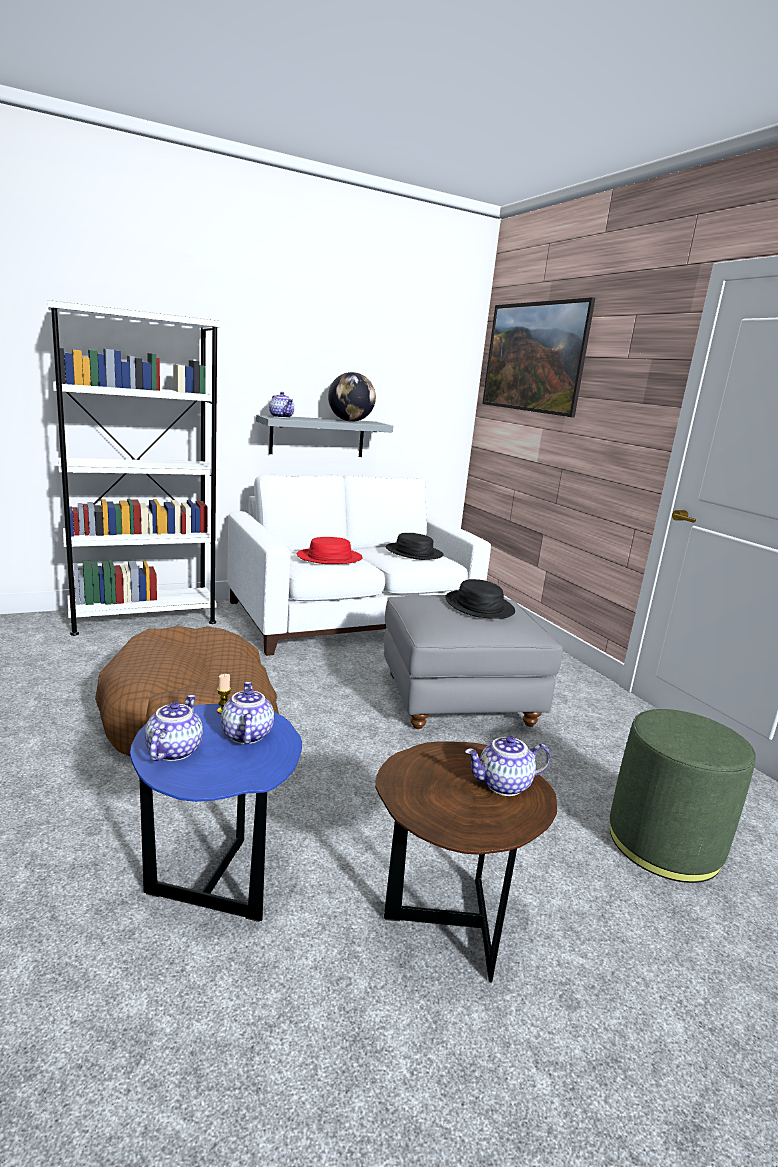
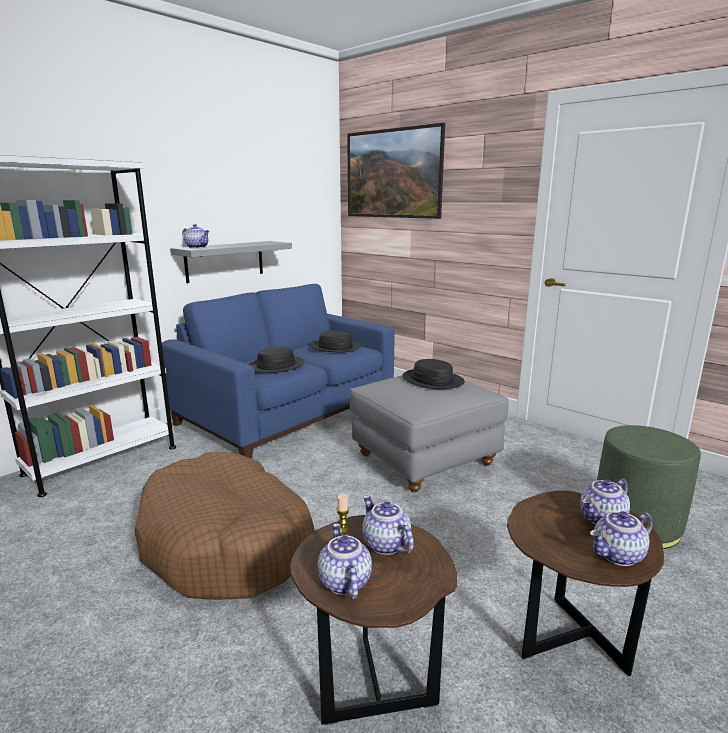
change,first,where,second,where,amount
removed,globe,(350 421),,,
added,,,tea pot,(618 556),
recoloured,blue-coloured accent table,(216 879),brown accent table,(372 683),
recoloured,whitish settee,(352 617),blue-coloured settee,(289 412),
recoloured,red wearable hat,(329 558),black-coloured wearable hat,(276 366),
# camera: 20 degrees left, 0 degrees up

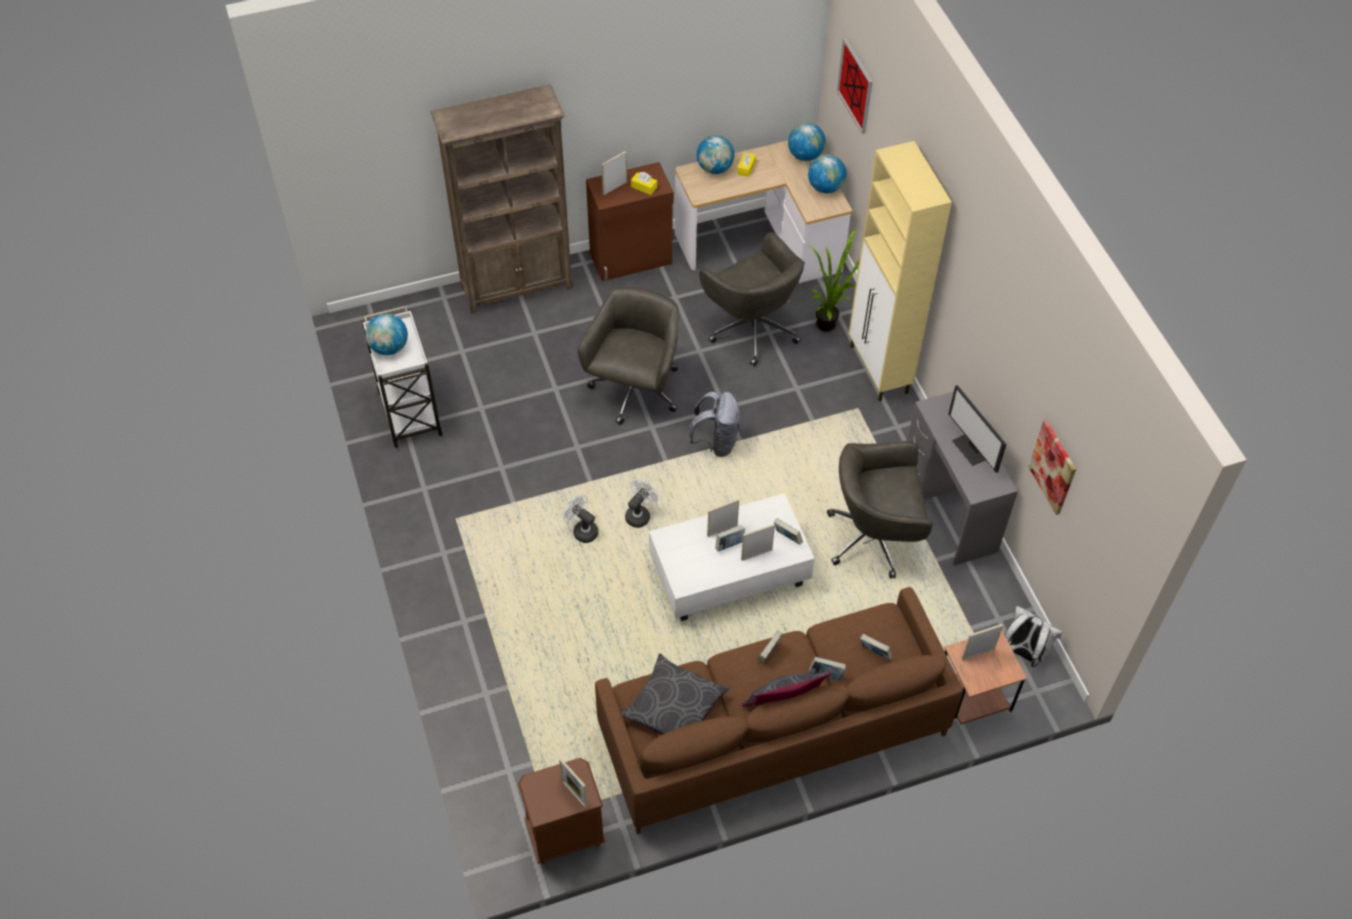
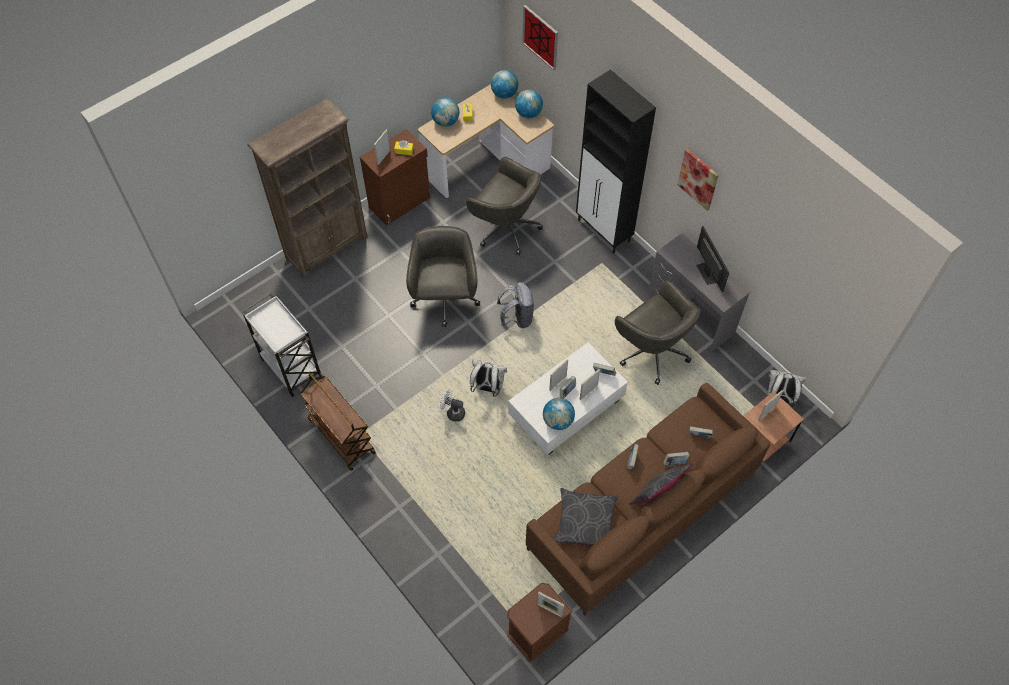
change,first,where,second,where,amount
removed,houseplant,(830 323),,,
added,,,brown cart,(341 436),
moved,globe,(389 347),,(558 421),
moved,picture,(1053 467),,(698 179),
replaced,whitish electric fan,(640 514),whitish knapsack,(487 387),
recoloured,beige-coloured cupboard,(879 370),black-coloured cupboard,(604 231),
turned,grey desk chair,(875 537),,(652 350),105 degrees counterclockwise
turned,computer display,(972 449),,(707 272),150 degrees counterclockwise
# camera: 20 degrees left, 5 degrees up

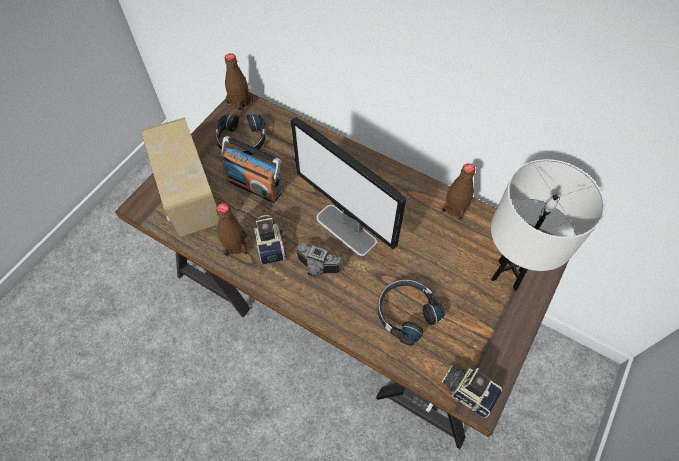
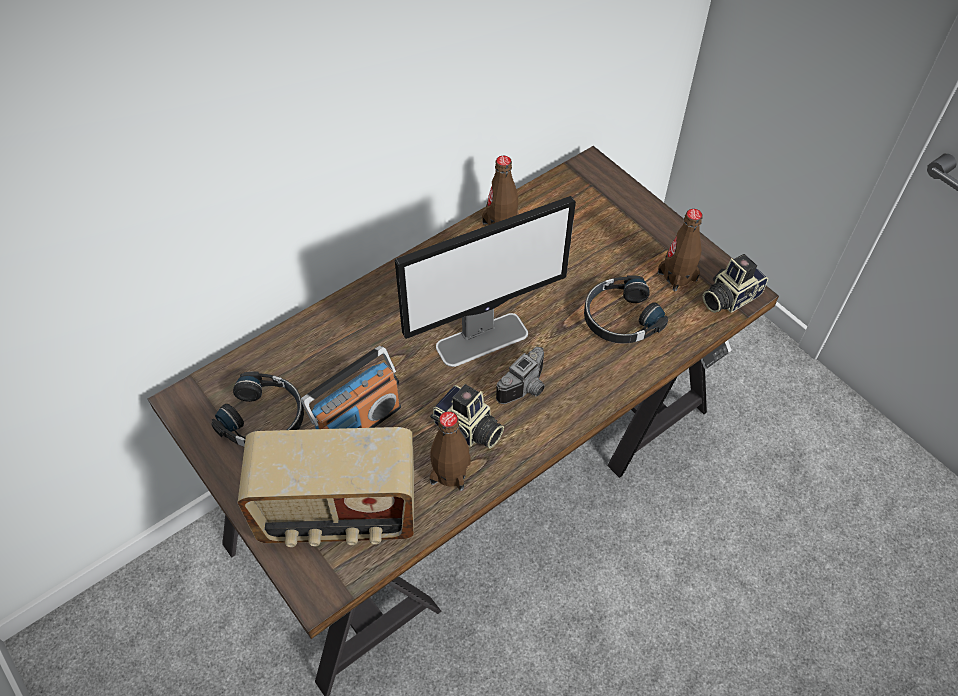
change,first,where,second,where,amount
removed,whitish tabletop lamp,(507 274),,,
moved,brown drink bottle,(240 102),,(677 276),
turned,still camera,(271 244),,(467 429),150 degrees counterclockwise
# camera: 70 degrees left, 5 degrees down

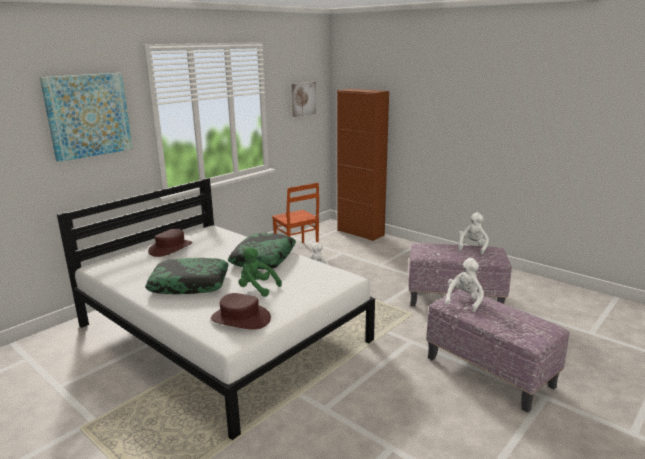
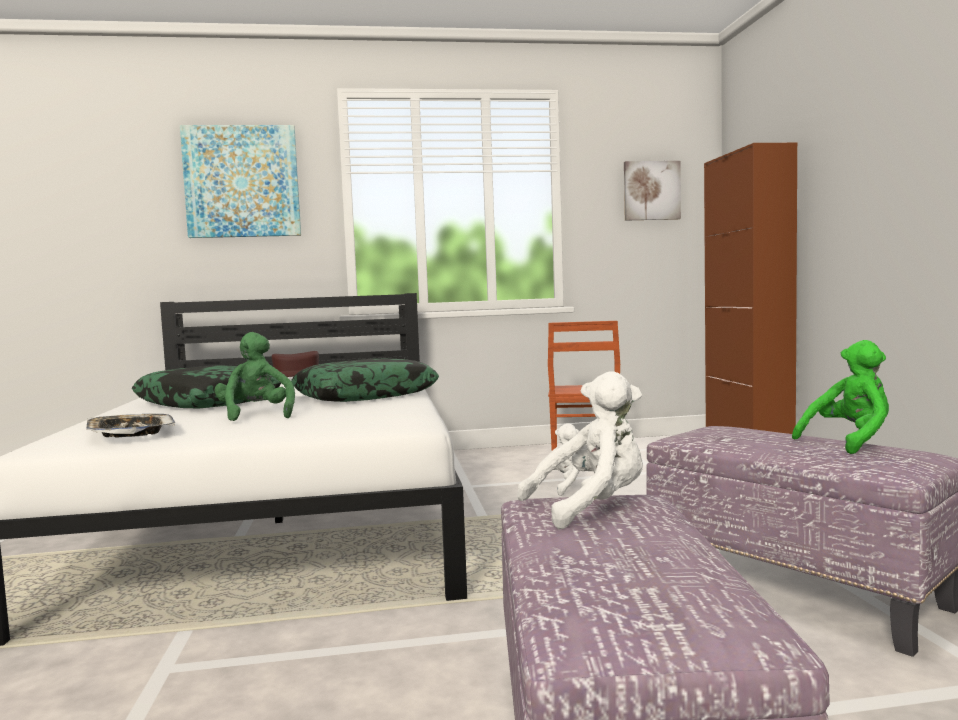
change,first,where,second,where,amount
replaced,brown wearable hat,(240 319),carrying tray,(130 432),
recoloured,whitish soft toy,(472 247),greenish soft toy,(850 442),
# camera: 40 degrees right, 15 degrees down

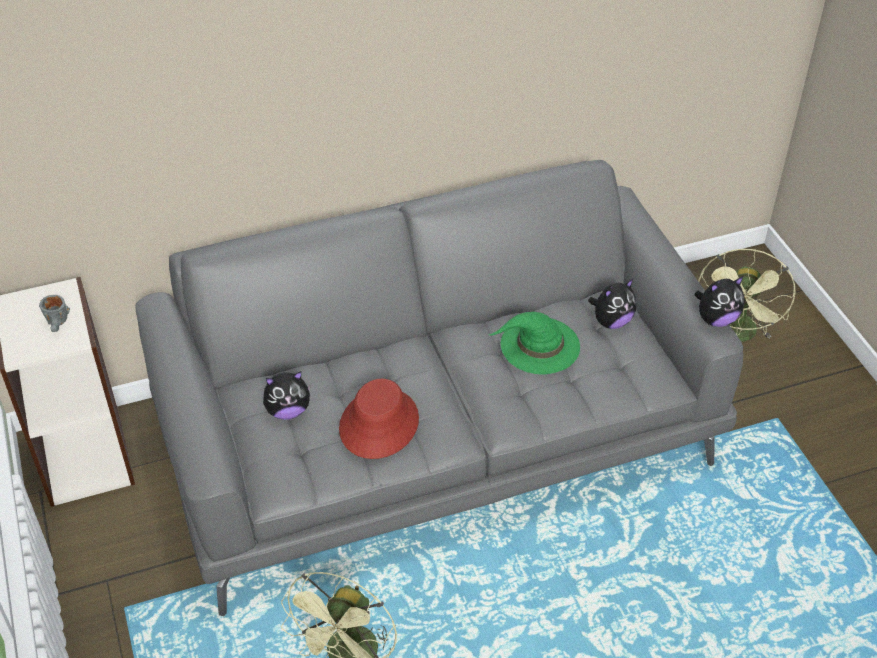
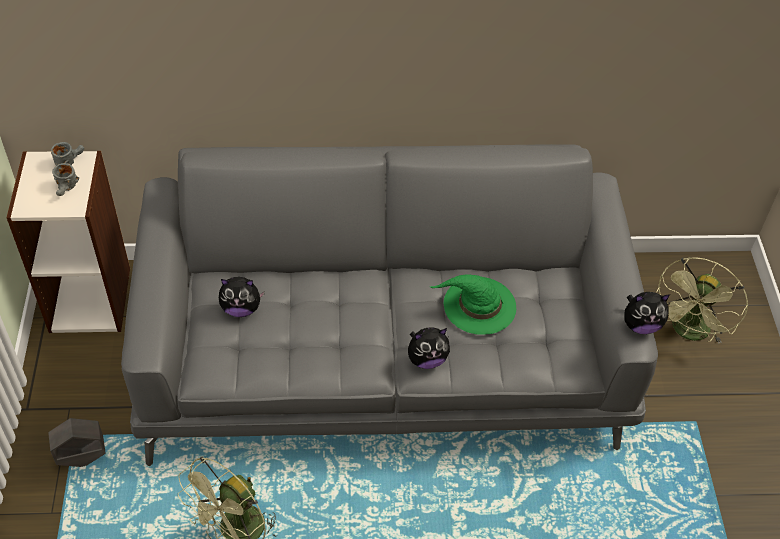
change,first,where,second,where,amount
removed,red wearable hat,(378 424),,,
added,,,grey plant pot,(82 457),
added,,,grey coffee mug,(70 160),
moved,soft toy,(611 321),,(427 359),
# camera: 15 degrees right, 5 degrees up

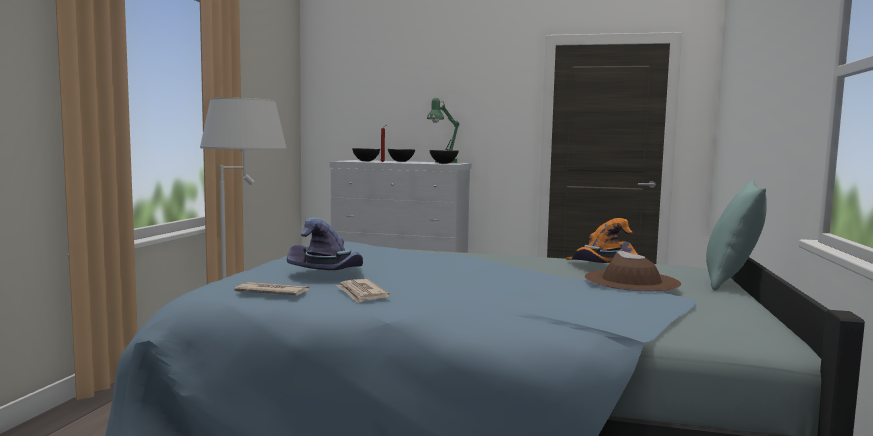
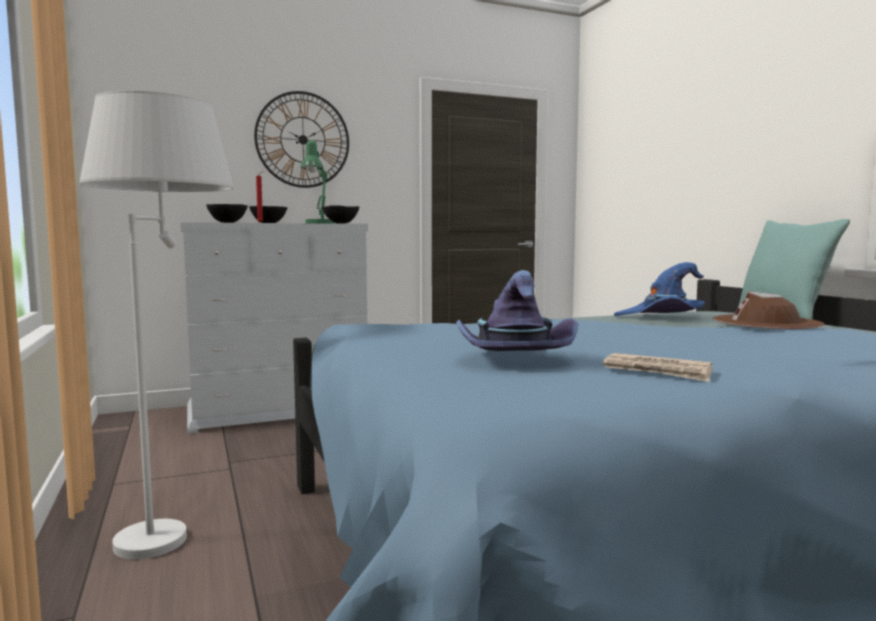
change,first,where,second,where,amount
removed,newspaper,(272 292),,,
added,,,wall clock,(303 140),
recoloured,orange-coloured wearable hat,(601 266),blue-coloured wearable hat,(662 317),
# camera: 35 degrees left, 0 degrees up

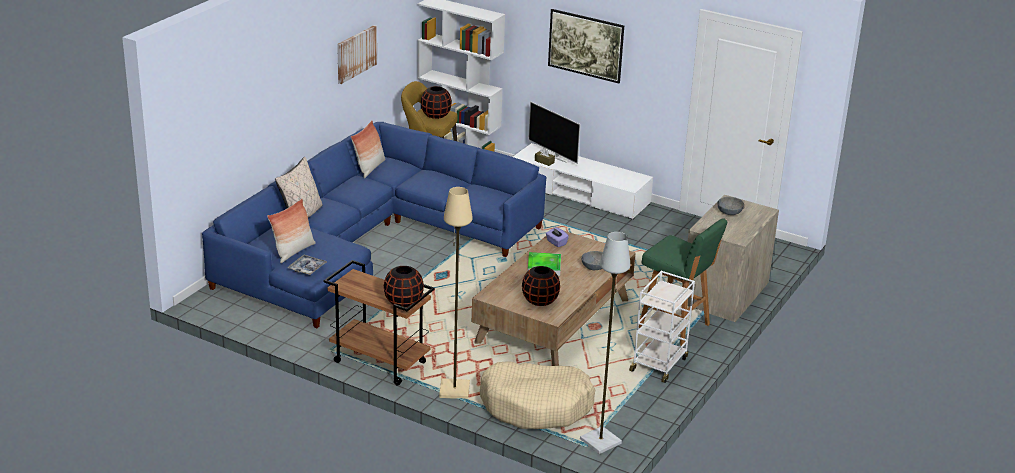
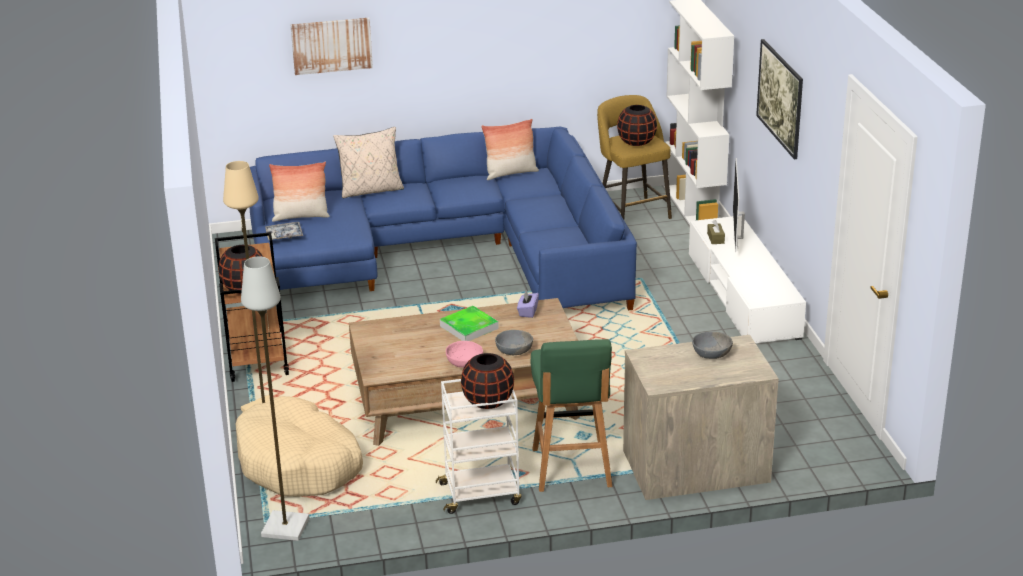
change,first,where,second,where,amount
added,,,pink serving bowl,(464 363),
moved,picture,(356 53),,(331 45),
moved,black-coloured decorative vase,(540 301),,(488 401),
# camera: 50 degrees right, 0 degrees up

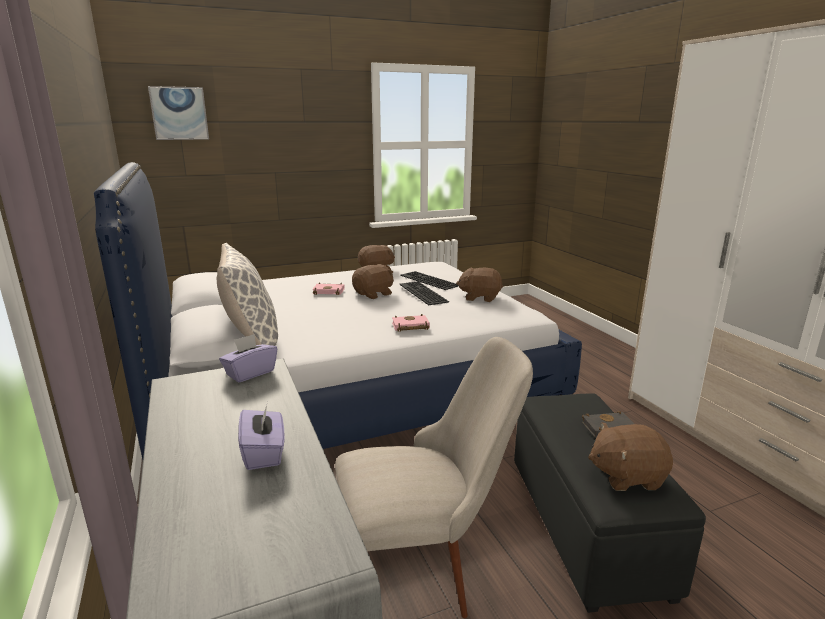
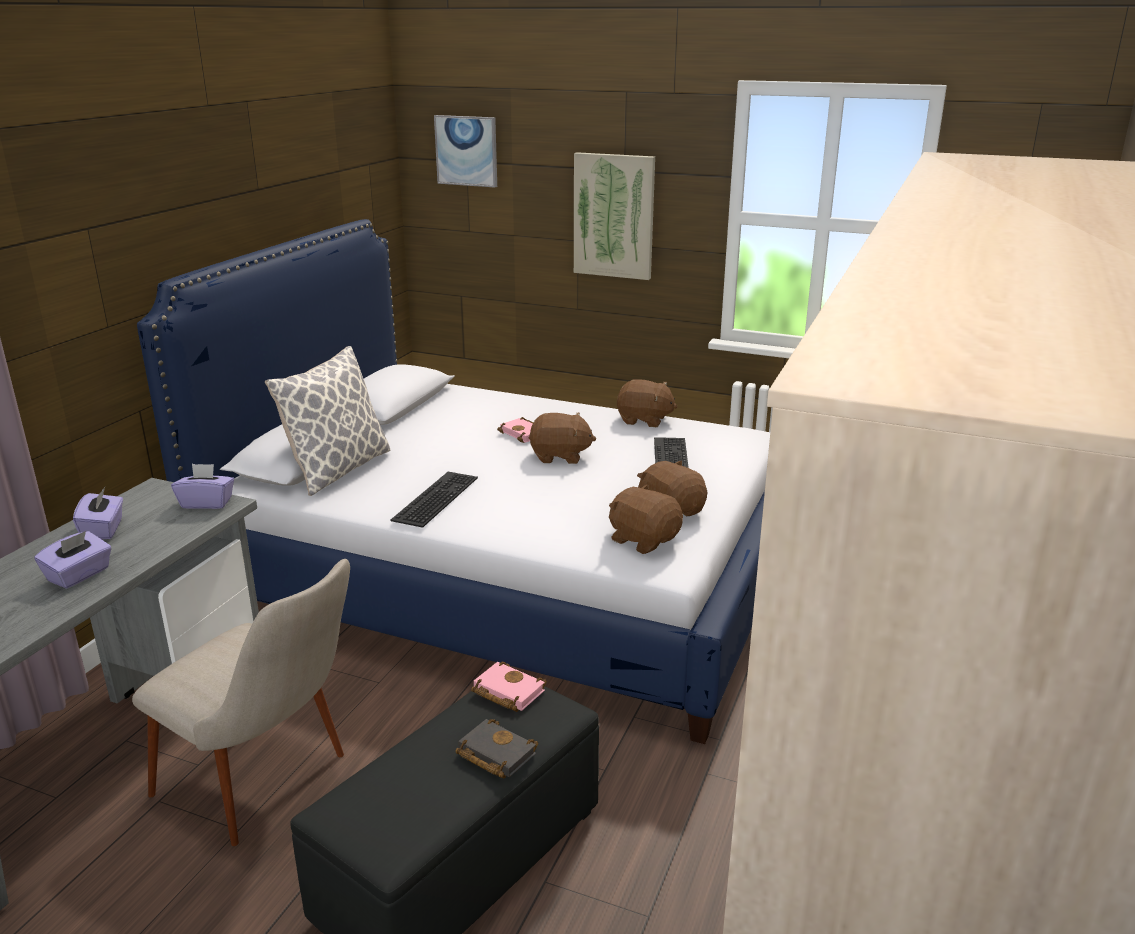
change,first,where,second,where,amount
added,,,purplish tissue box,(103 530),
added,,,picture,(614 216),
moved,pink volume,(409 327),,(506 692),
moved,computer keyboard,(421 293),,(434 497),
moved,brown soft toy,(626 476),,(643 540),
# camera: 45 degrees right, 5 degrees up

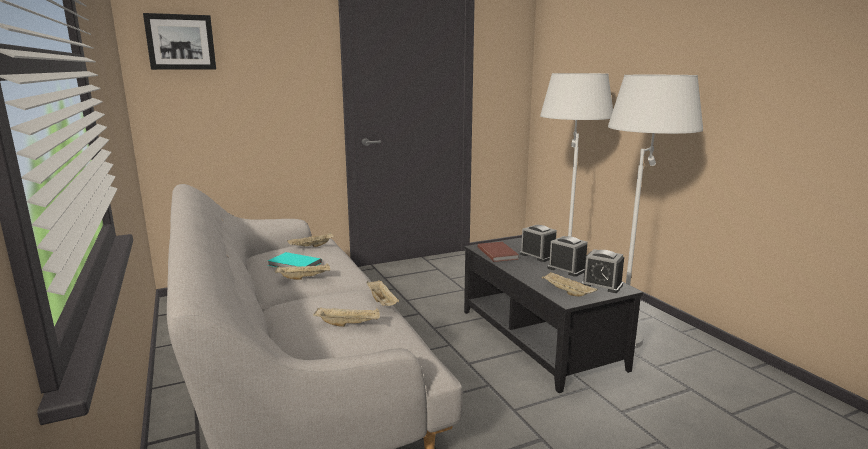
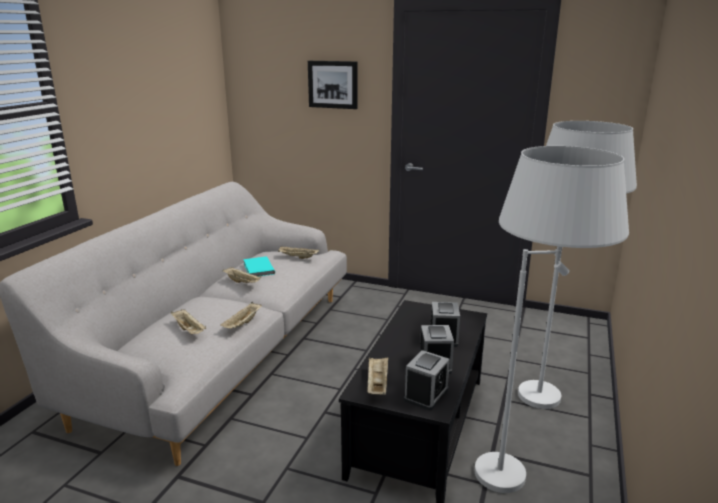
change,first,where,second,where,amount
removed,brown volume,(498 253),,,
moved,picture,(180 42),,(333 84),
turned,alarm clock,(602 285),,(426 395),135 degrees counterclockwise
# camera: 45 degrees right, 5 degrees up

